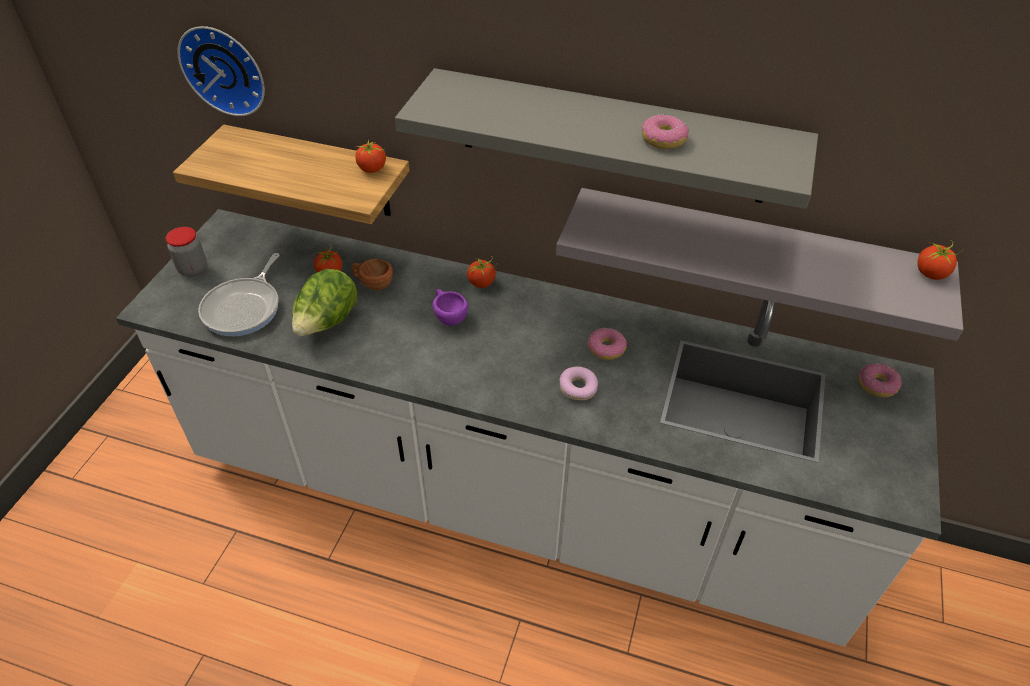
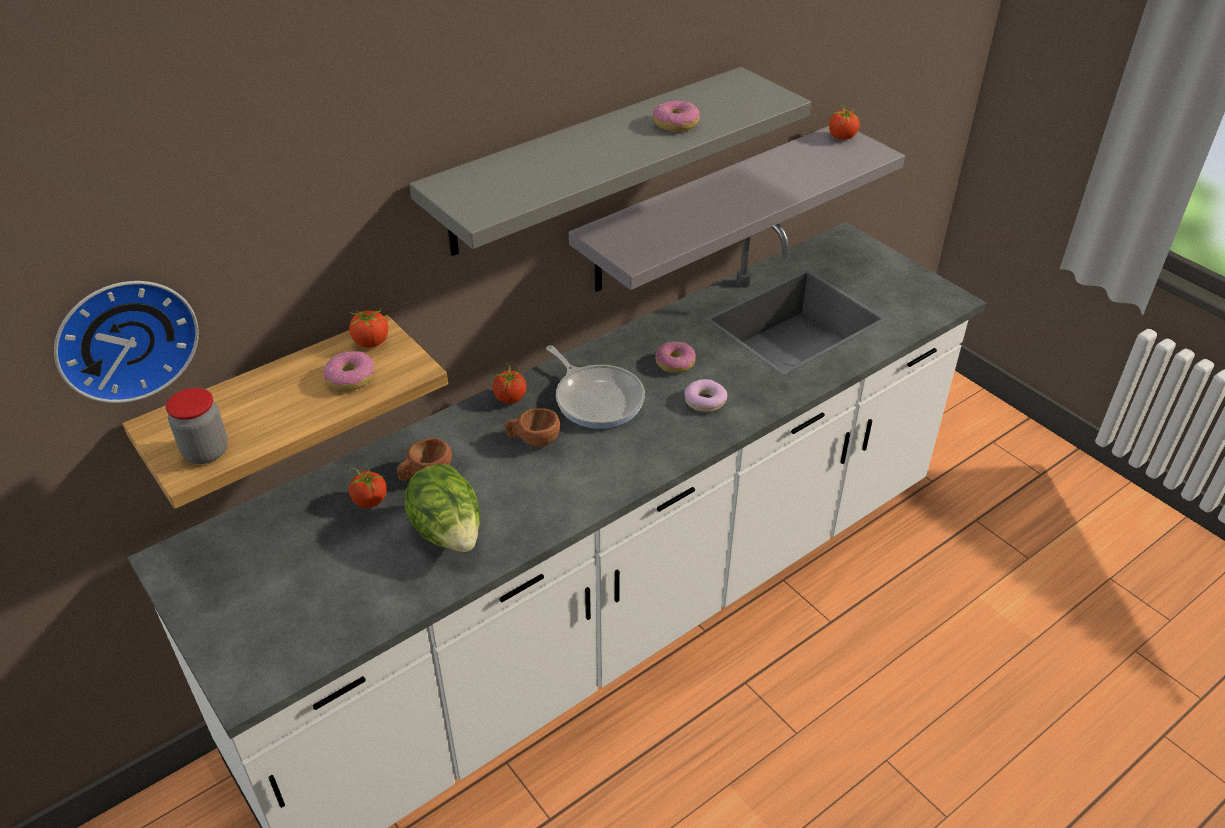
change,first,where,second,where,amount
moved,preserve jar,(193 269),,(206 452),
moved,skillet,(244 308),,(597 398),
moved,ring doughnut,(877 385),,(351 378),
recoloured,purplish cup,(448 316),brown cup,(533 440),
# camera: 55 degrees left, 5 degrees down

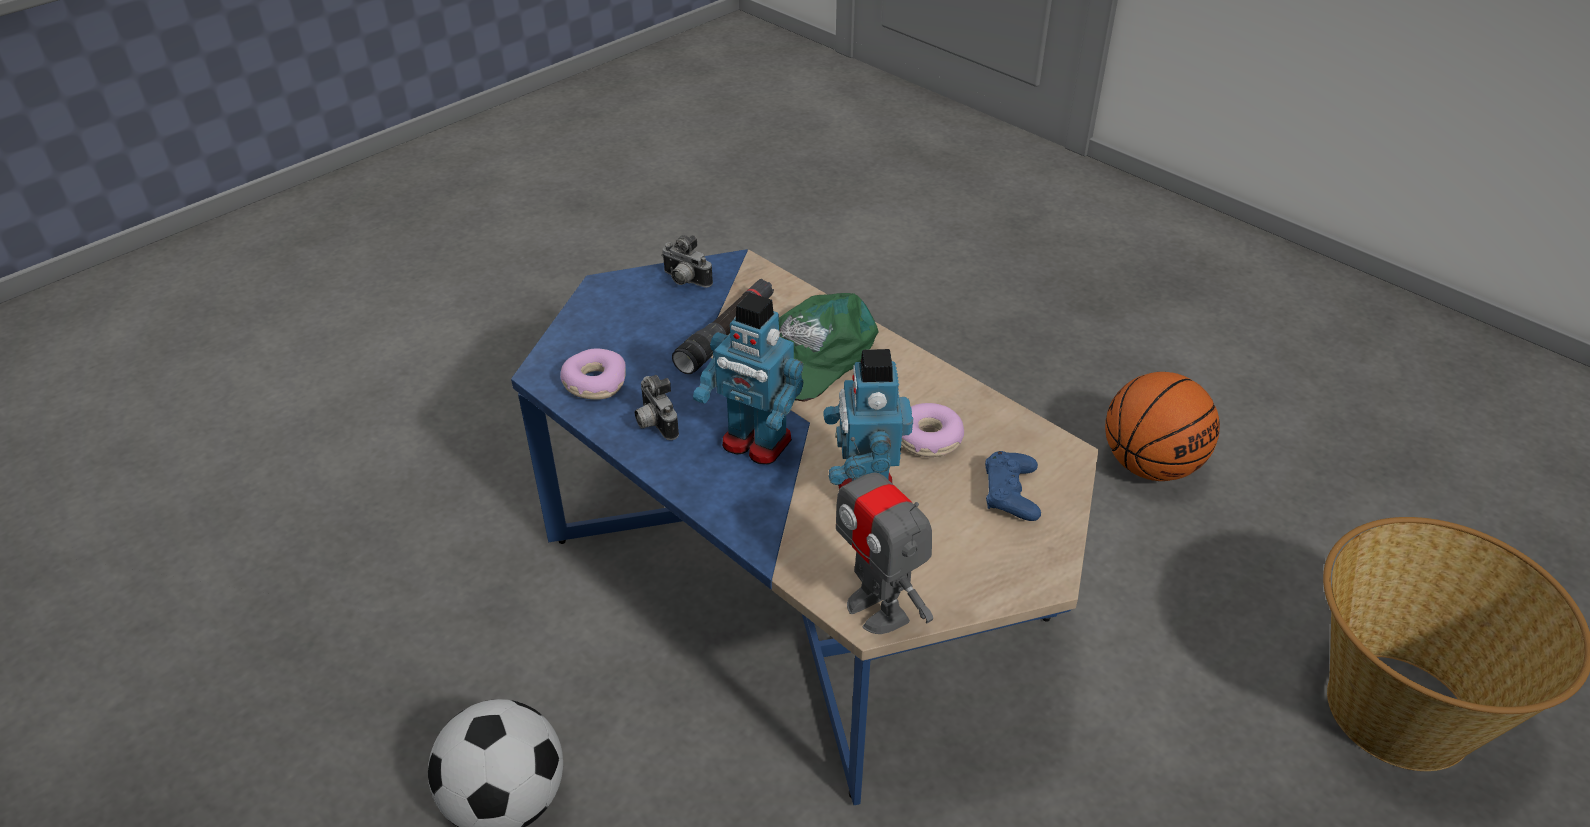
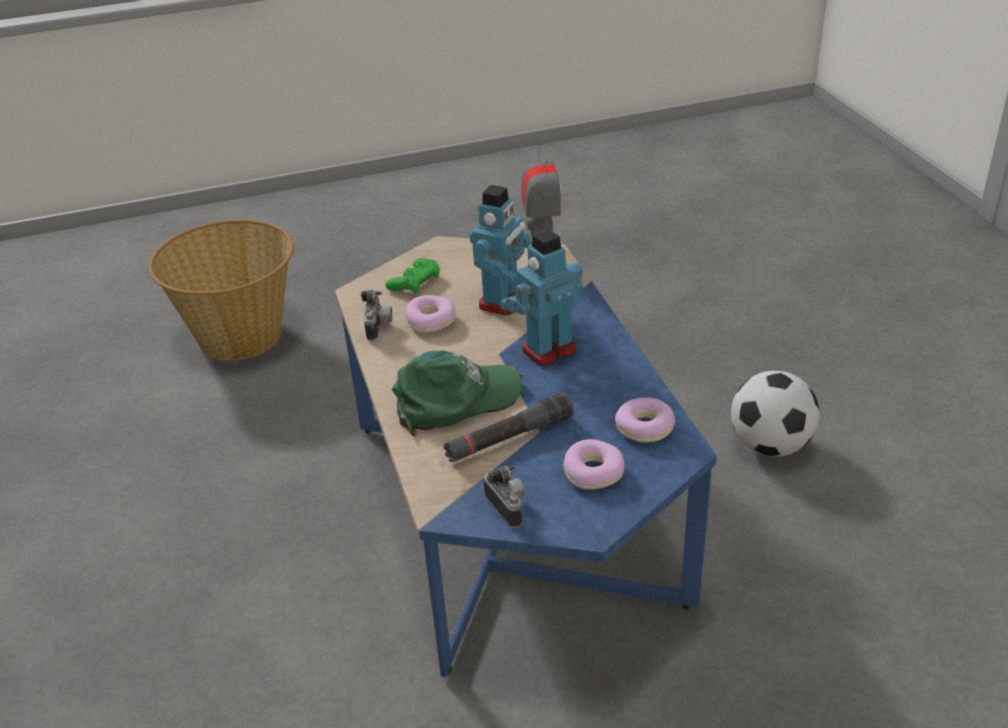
change,first,where,second,where,amount
removed,basketball,(1151 465),,,
added,,,ring doughnut,(593 472),
moved,still camera,(654 424),,(379 327),
recoloured,blue-coloured gamepad,(1011 493),greenish gamepad,(415 282),
turned,model robot,(755 443),,(547 349),90 degrees counterclockwise
# camera: 150 degrees left, 5 degrees down

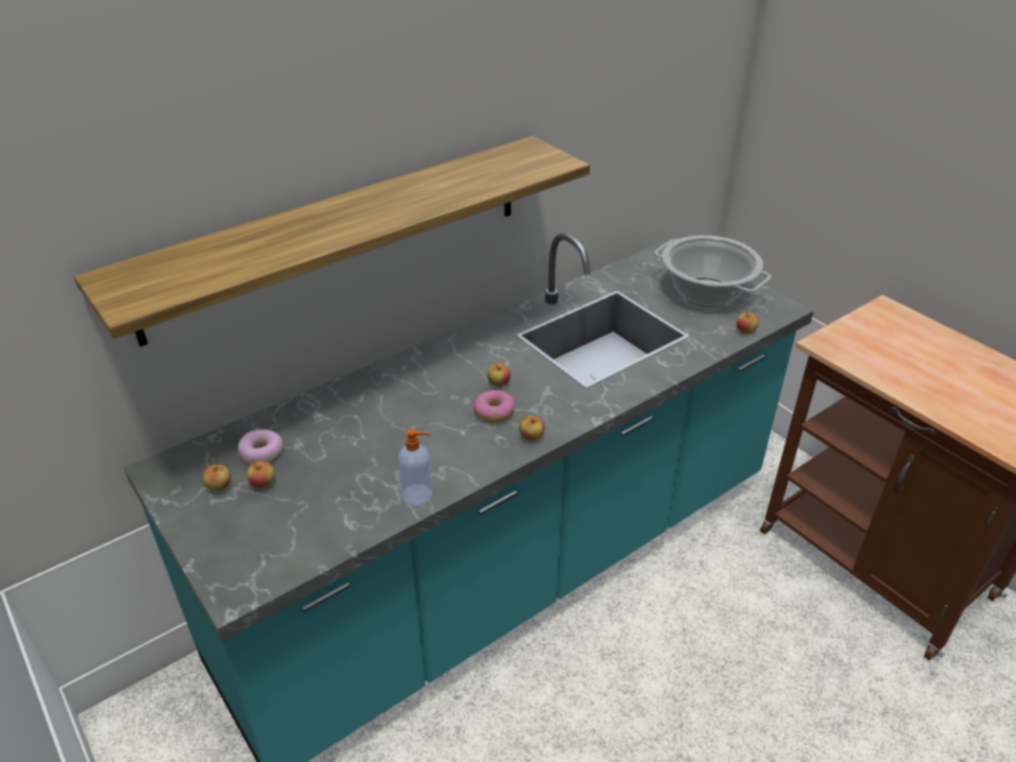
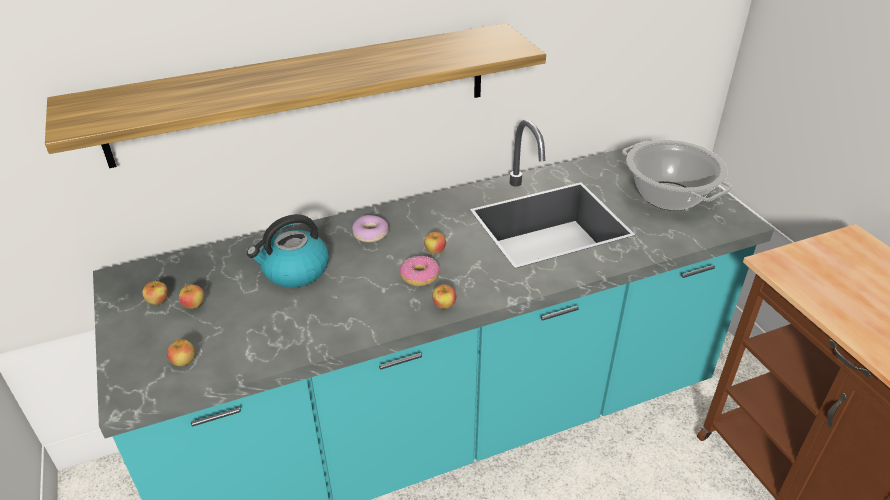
change,first,where,second,where,amount
removed,liquid soap bottle,(418 495),,,
added,,,kettle,(295 271),
moved,ring doughnut,(261 453),,(370 234),
moved,whole apple,(745 331),,(184 361),
# camera: 15 degrees right, 0 degrees up

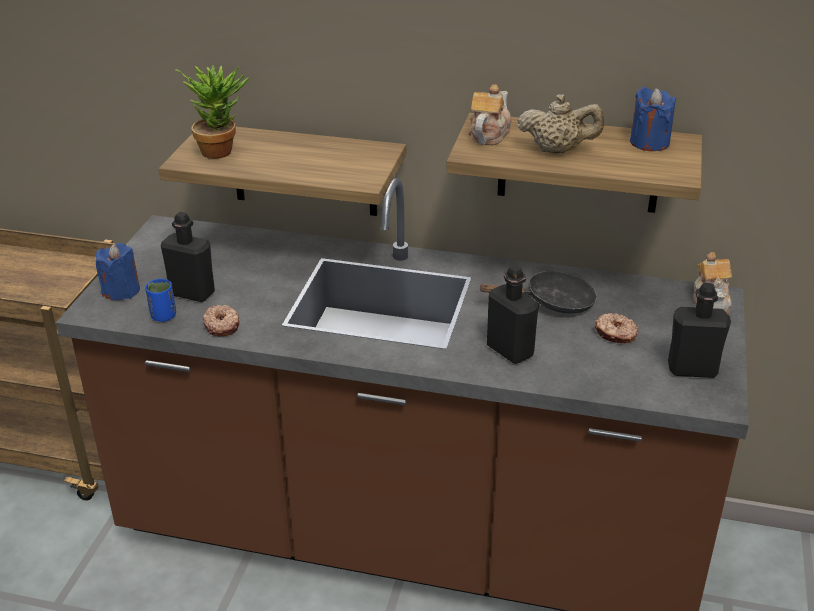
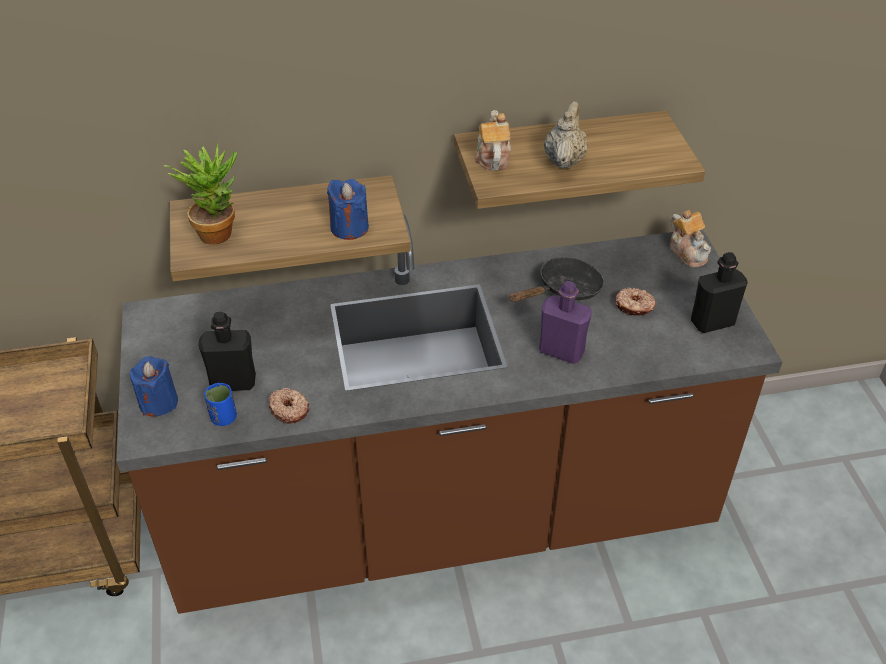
change,first,where,second,where,amount
moved,blue-coloured candle,(649 142),,(349 228),
recoloured,black-coloured drink bottle,(510 351),purplish drink bottle,(561 351),
turned,beige-coloured tea pot,(558 150),,(564 160),60 degrees counterclockwise
# camera: 25 degrees left, 10 degrees up

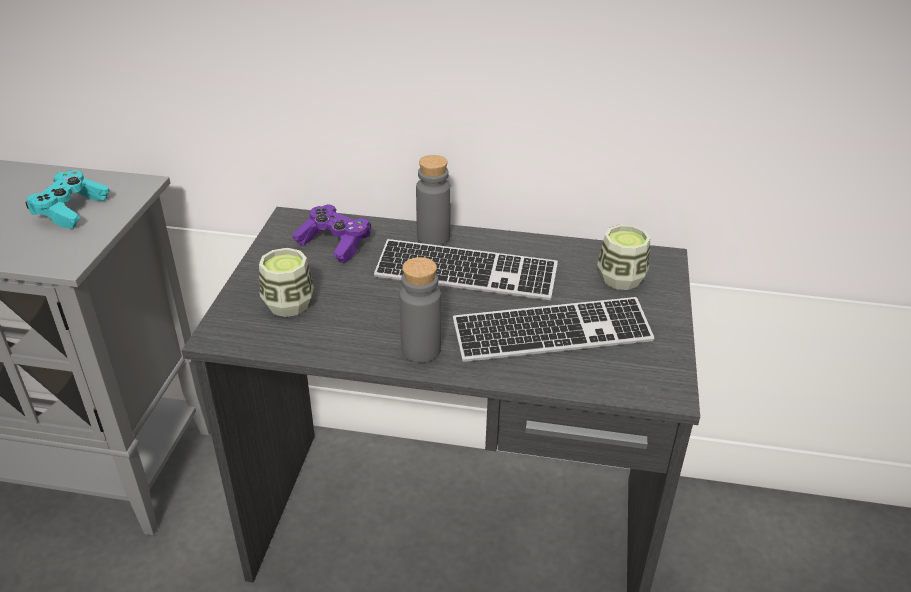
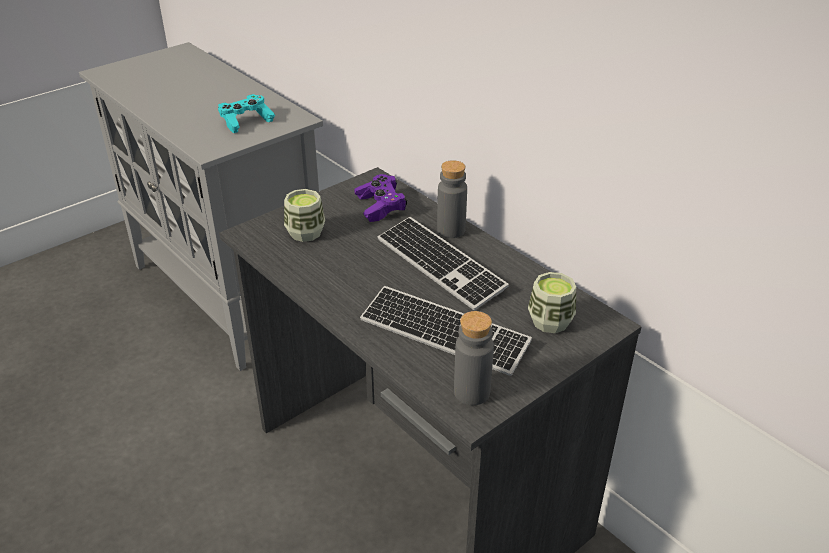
change,first,where,second,where,amount
moved,grey drink bottle,(421 350),,(471 392),
# camera: 40 degrees right, 0 degrees up

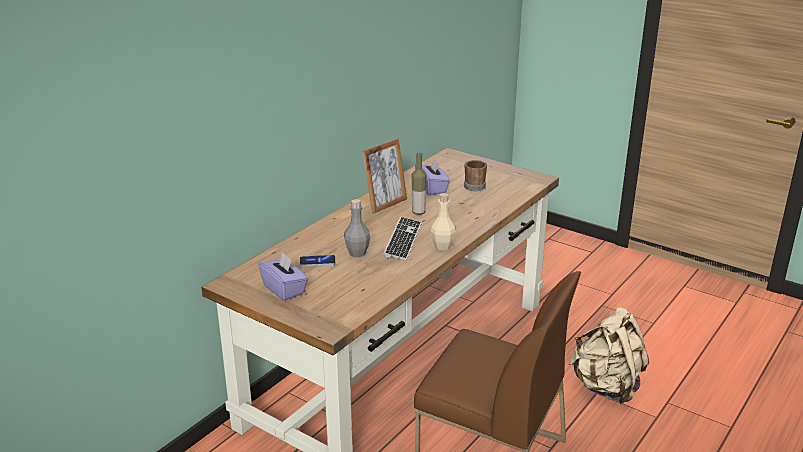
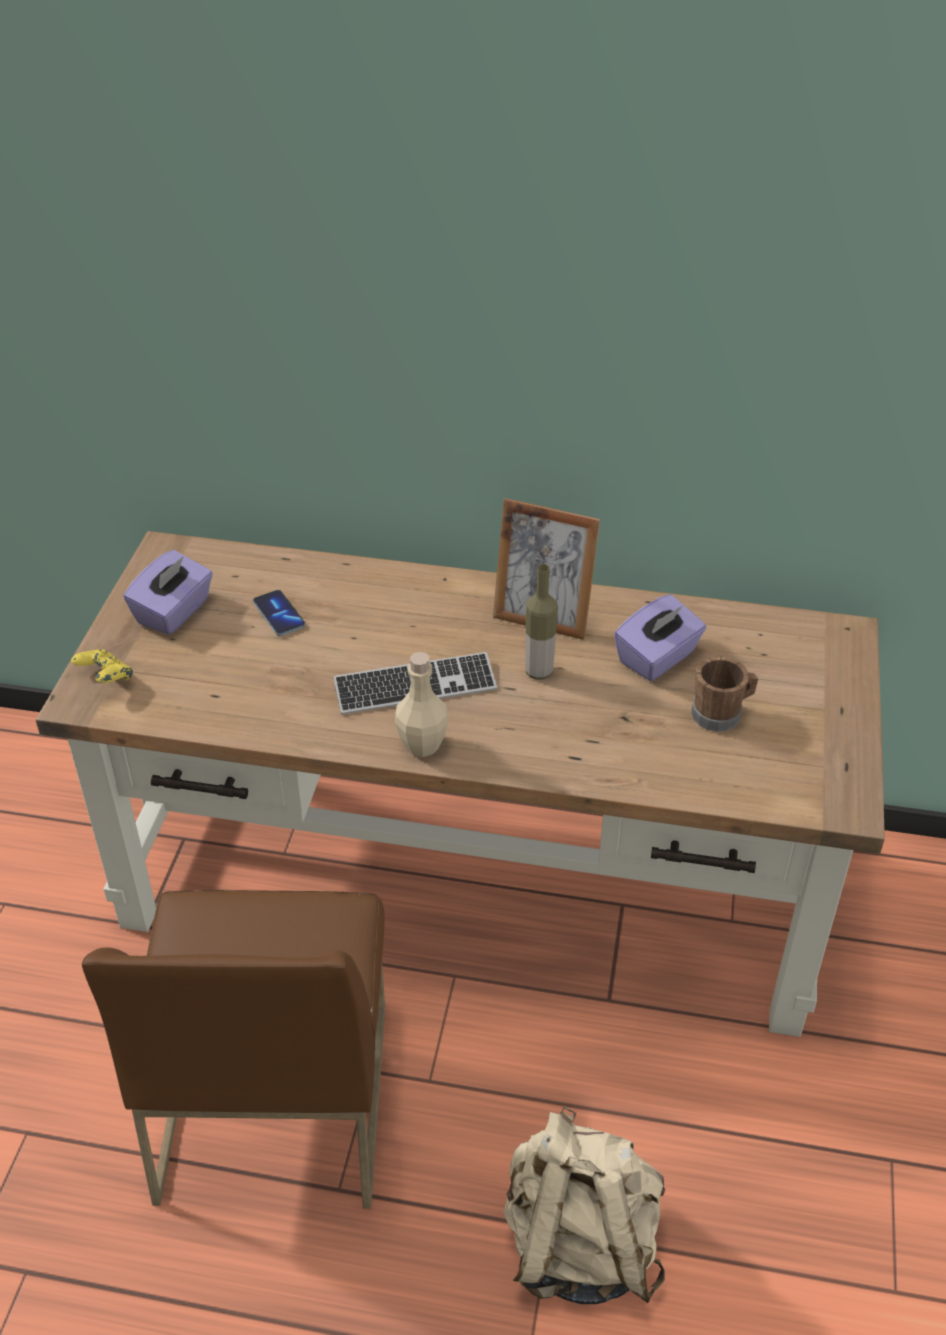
change,first,where,second,where,amount
removed,grey drink bottle,(357 253),,,
added,,,yellow-coloured gamepad,(106 679),
# camera: 65 degrees right, 15 degrees up

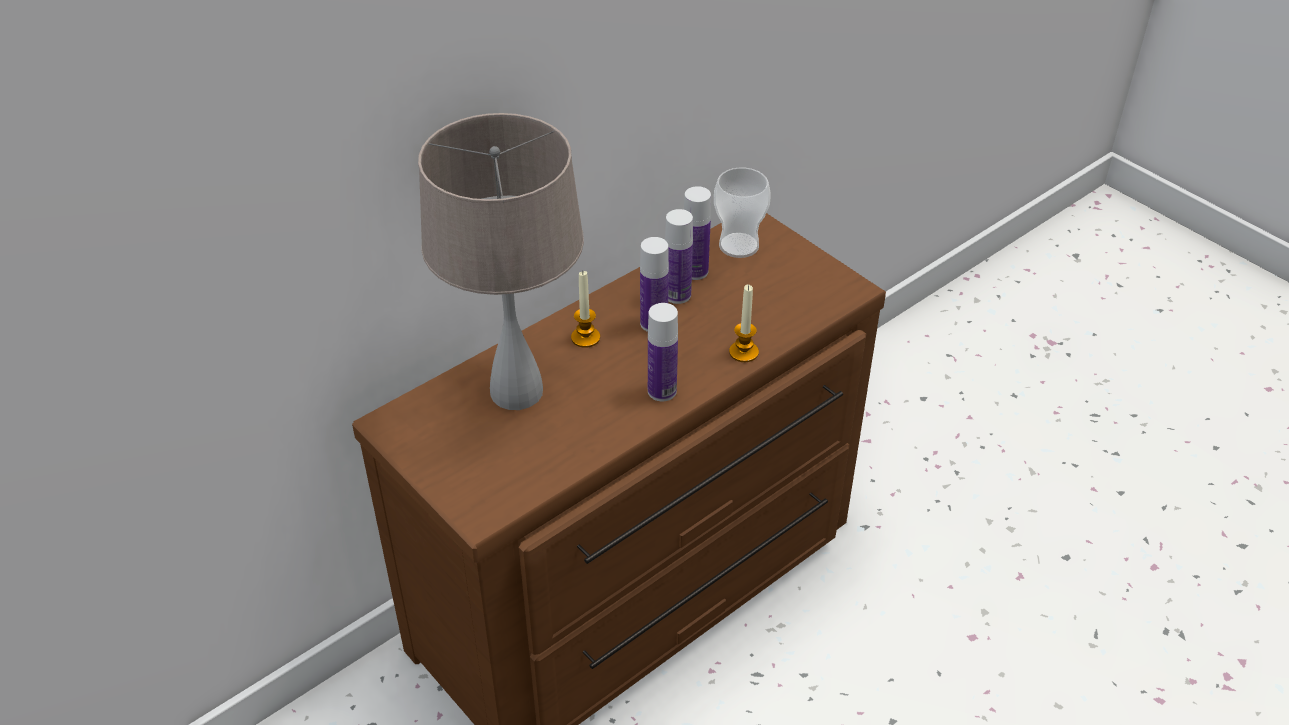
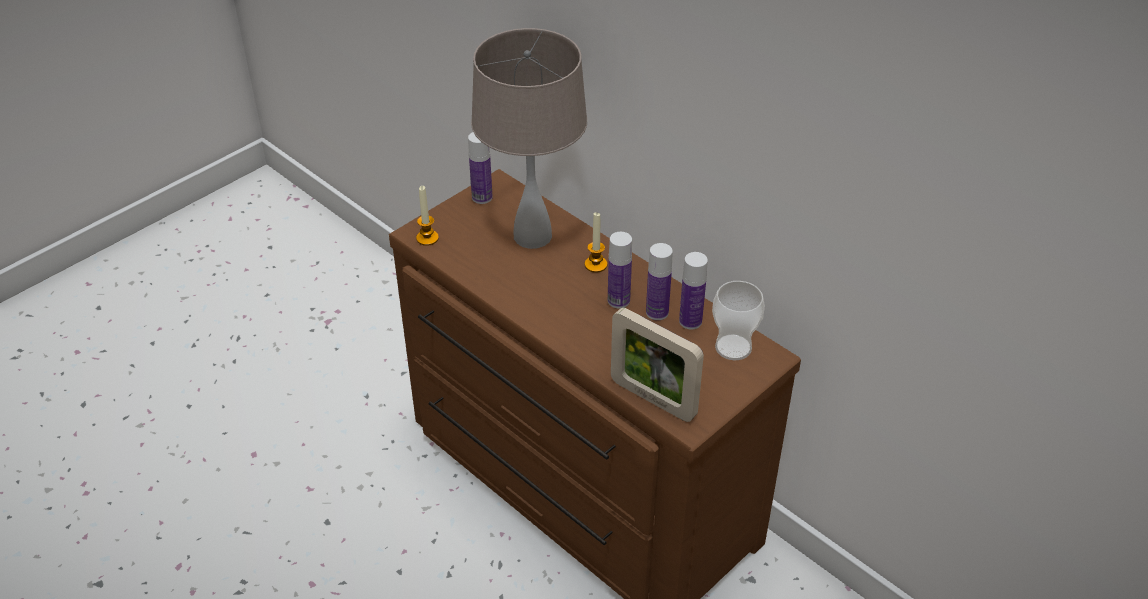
change,first,where,second,where,amount
added,,,photo frame,(653 399),
moved,drink bottle,(662 391),,(482 197),
moved,candle,(743 352),,(427 238),
# camera: 85 degrees right, 0 degrees up

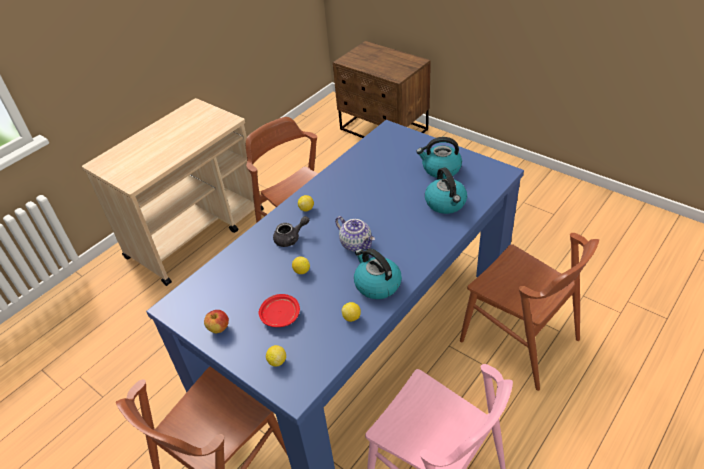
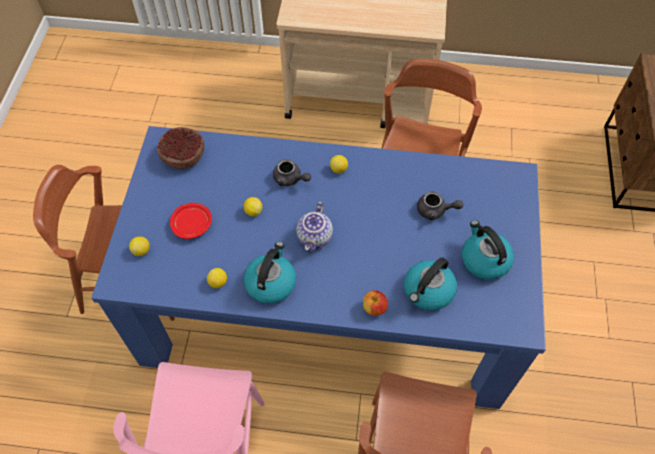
change,first,where,second,where,amount
added,,,serving bowl,(183 155),
added,,,grey tea pot,(435 211),
moved,whole apple,(219 328),,(374 308),
# camera: 55 degrees right, 15 degrees up

